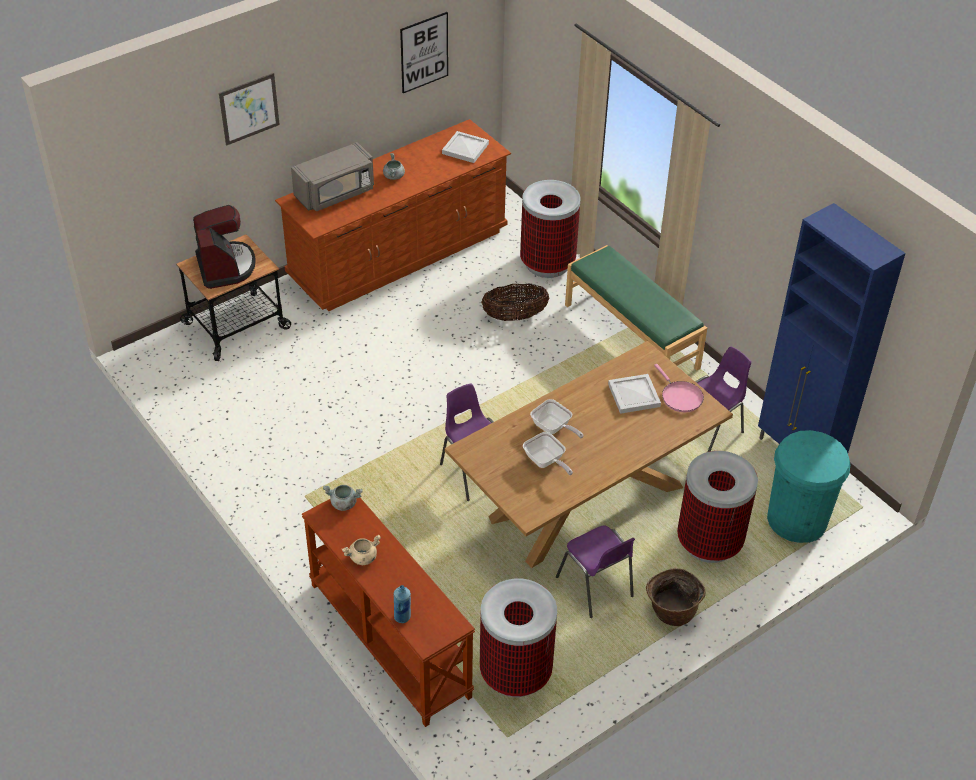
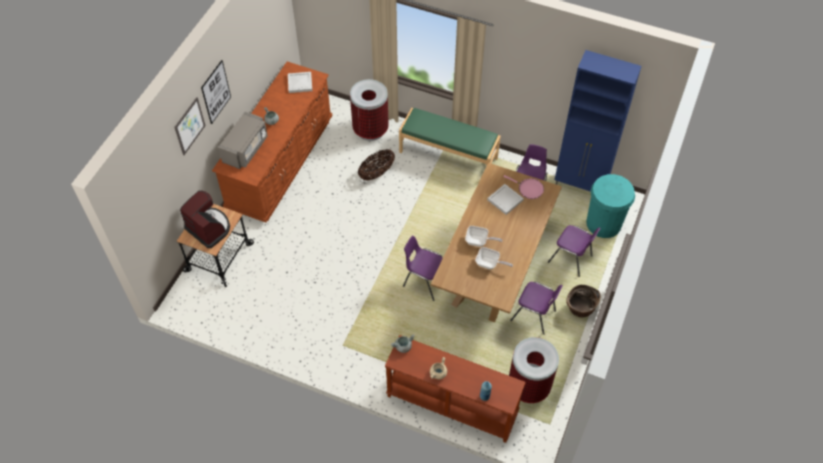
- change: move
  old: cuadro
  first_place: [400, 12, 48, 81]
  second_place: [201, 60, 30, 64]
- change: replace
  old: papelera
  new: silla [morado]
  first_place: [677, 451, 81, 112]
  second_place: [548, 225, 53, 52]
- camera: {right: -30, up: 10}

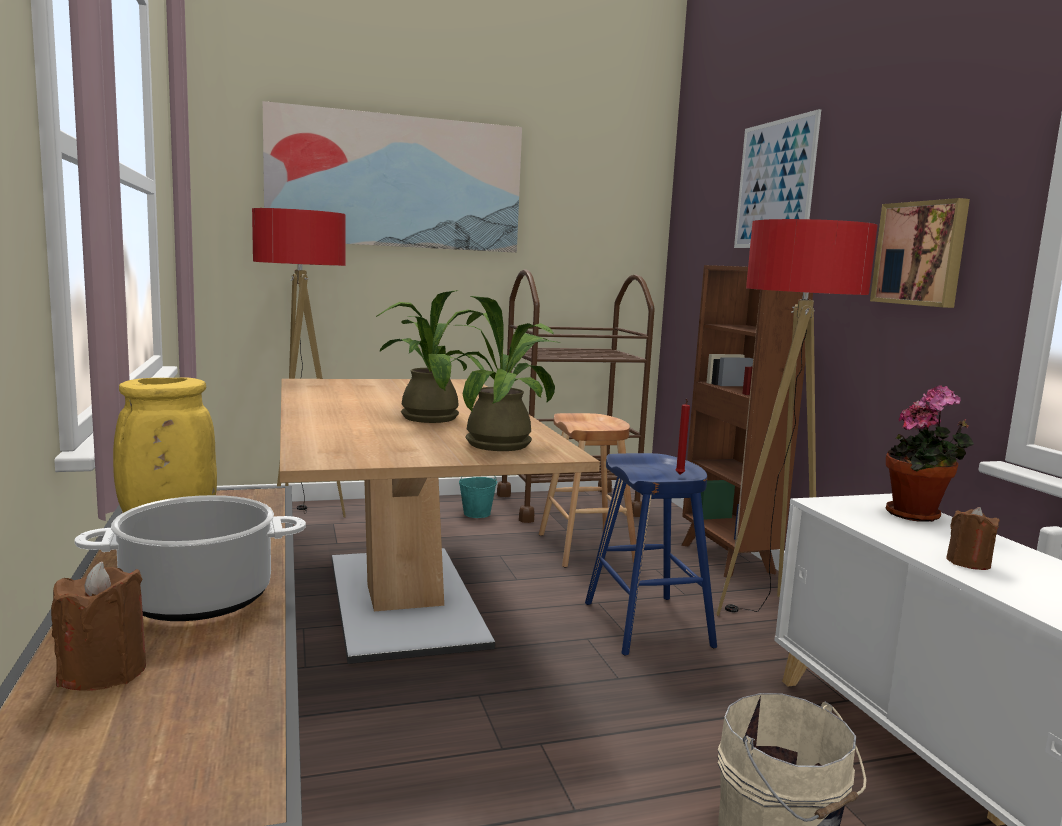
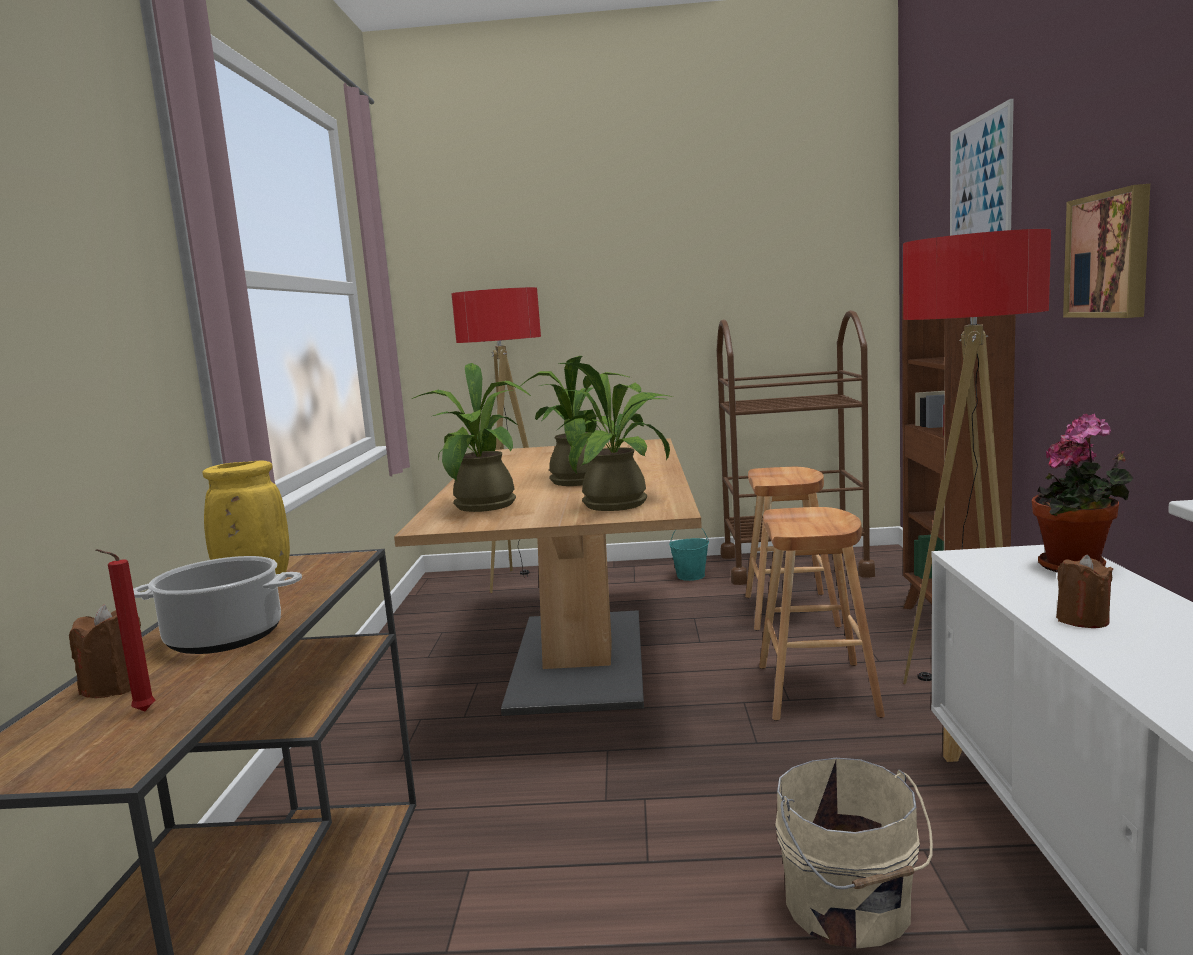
- change: delete
  old: cuadro
  first_place: [263, 101, 259, 152]
- change: move
  old: vela [rojo]
  first_place: [676, 399, 14, 76]
  second_place: [96, 549, 59, 162]
- change: recolor
  old: taburete [azul]
  new: taburete [marrón]
  first_place: [585, 453, 132, 203]
  second_place: [759, 507, 126, 214]
- change: insert
  new: planta en maceta
  second_place: [412, 363, 119, 149]
- camera: {right: 20, up: 0}

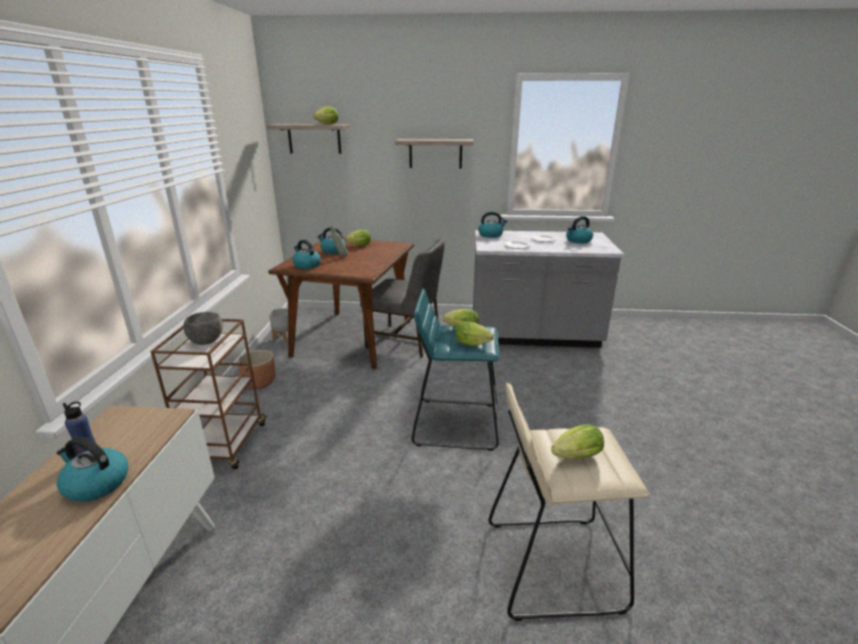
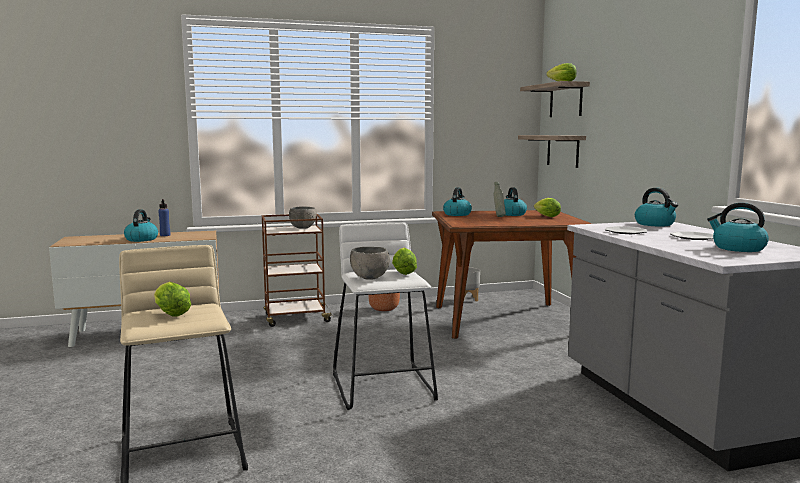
- change: move
  old: estante
  first_place: [395, 139, 78, 30]
  second_place: [518, 135, 68, 33]
- change: delete
  old: silla [gris]
  first_place: [360, 239, 85, 119]
- change: recolor
  old: taburete [turquesa]
  new: taburete [blanco]
  first_place: [412, 289, 87, 162]
  second_place: [333, 222, 105, 188]
- change: replace
  old: lechuga
  new: cuenco [gris]
  first_place: [455, 321, 39, 25]
  second_place: [350, 247, 40, 33]
- camera: {right: 70, up: -15}

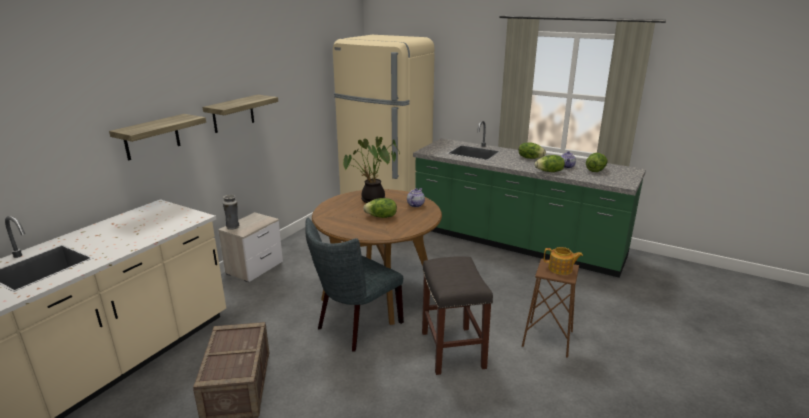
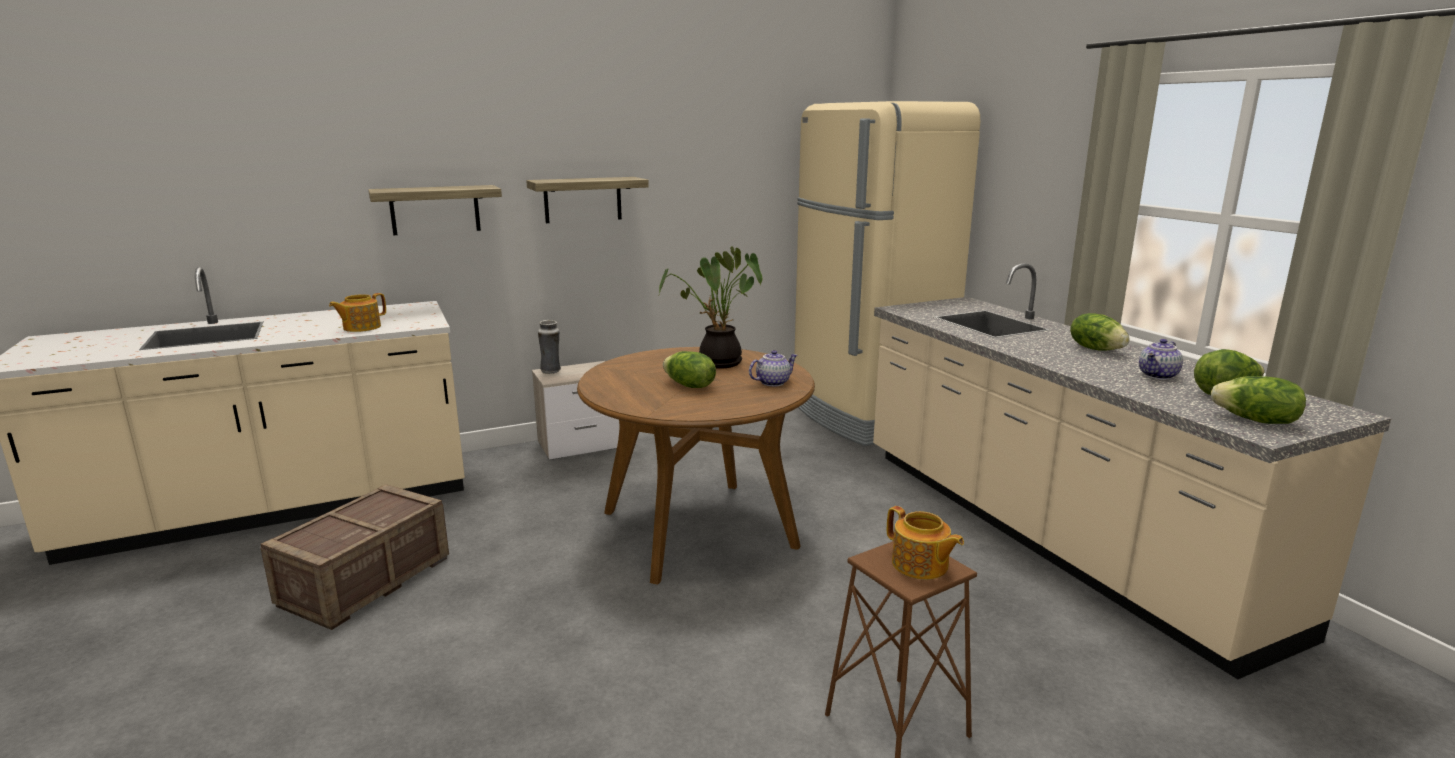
- change: recolor
  old: mueble bajo de cocina [verde]
  new: mueble bajo de cocina [beis]
  first_place: [413, 121, 233, 157]
  second_place: [873, 263, 519, 416]
- change: move
  old: lechuga
  first_place: [535, 155, 30, 17]
  second_place: [1211, 376, 95, 48]
- change: delete
  old: silla [gris]
  first_place: [305, 218, 99, 133]
- change: delete
  old: taburete [gris]
  first_place: [422, 256, 71, 119]
- change: insert
  new: tetera
  second_place: [329, 293, 57, 39]
- camera: {right: 35, up: -5}

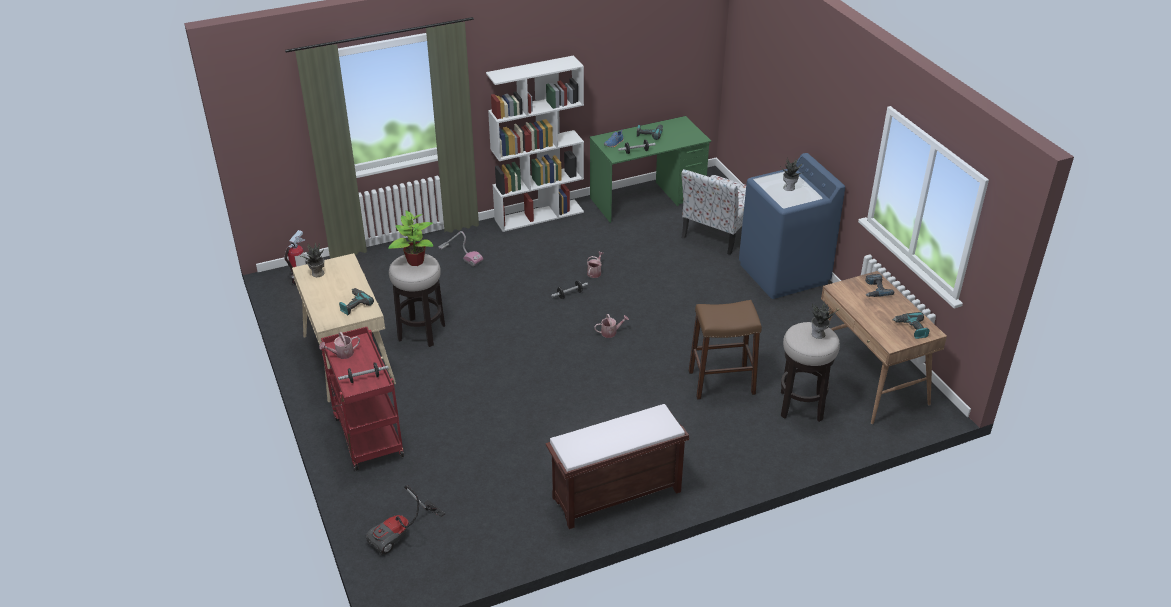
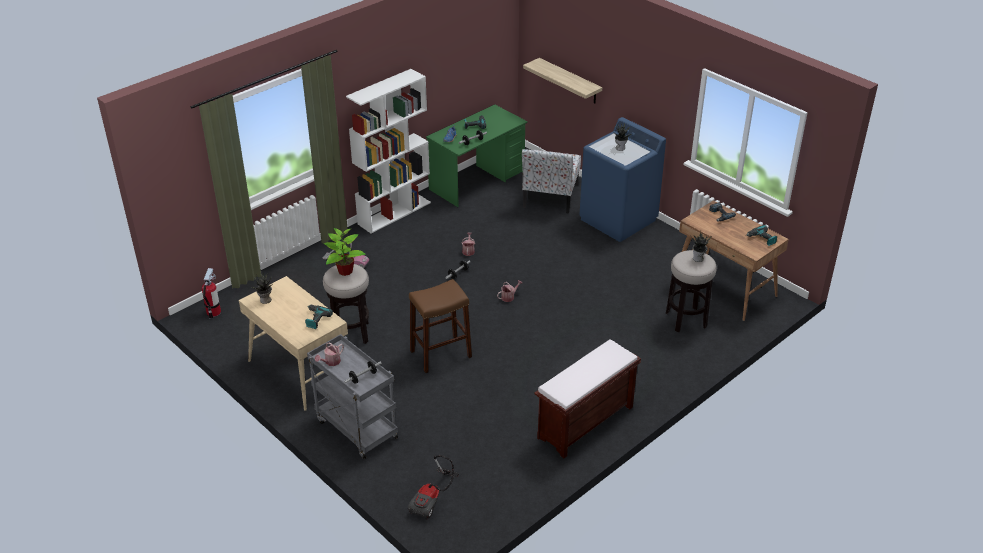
- change: move
  old: taburete [marrón]
  first_place: [689, 300, 73, 100]
  second_place: [409, 279, 63, 94]
- change: recolor
  old: carrito [rojo]
  new: carrito [gris]
  first_place: [320, 327, 84, 144]
  second_place: [307, 334, 91, 126]
- change: insert
  new: estante
  second_place: [523, 58, 79, 45]
- camera: {right: -20, up: 0}

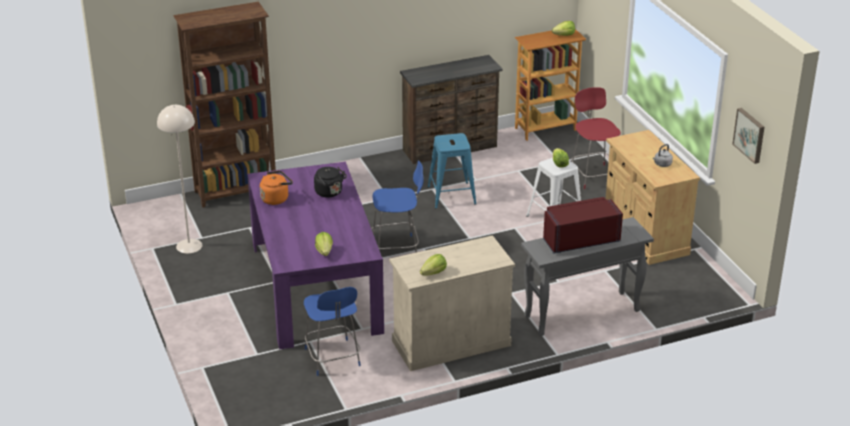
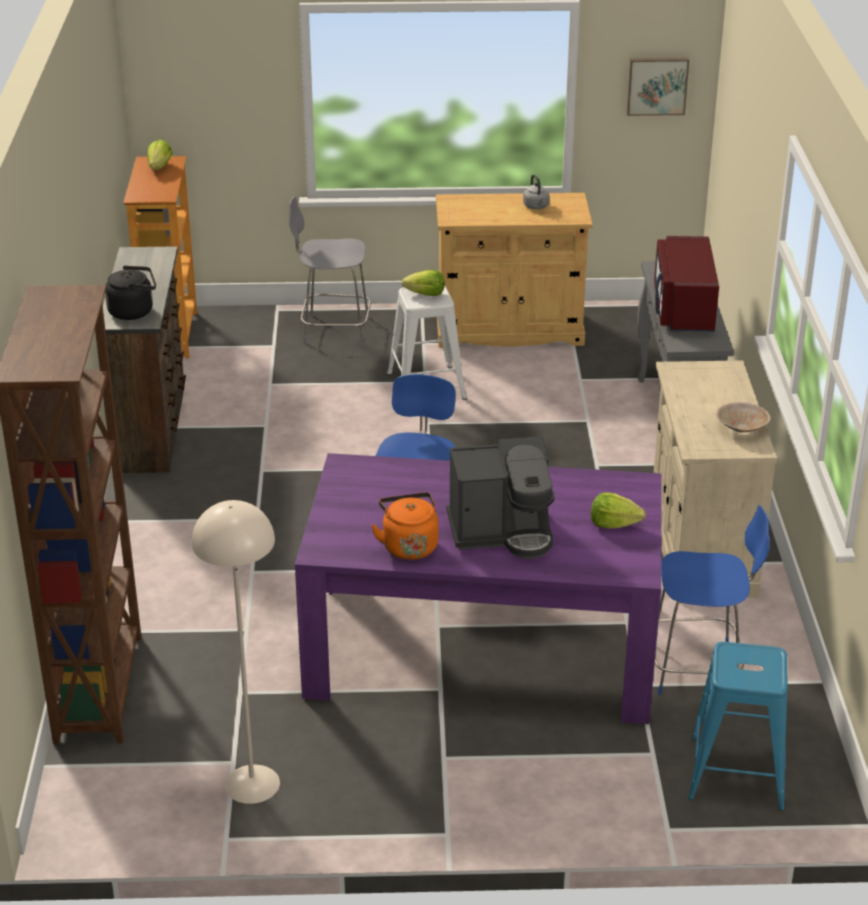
- change: recolor
  old: silla [rojo]
  new: silla [gris]
  first_place: [571, 87, 50, 102]
  second_place: [289, 196, 82, 149]
- change: move
  old: taburete [azul]
  first_place: [428, 133, 49, 75]
  second_place: [688, 642, 99, 169]
- change: move
  old: hervidor [negro]
  first_place: [314, 167, 33, 31]
  second_place: [105, 266, 51, 54]
- change: replace
  old: lechuga
  new: cuenco [beis]
  first_place: [420, 254, 27, 21]
  second_place: [716, 402, 55, 30]
- change: insert
  new: cafetera
  second_place: [447, 436, 108, 123]
- camera: {right: -70, up: 0}

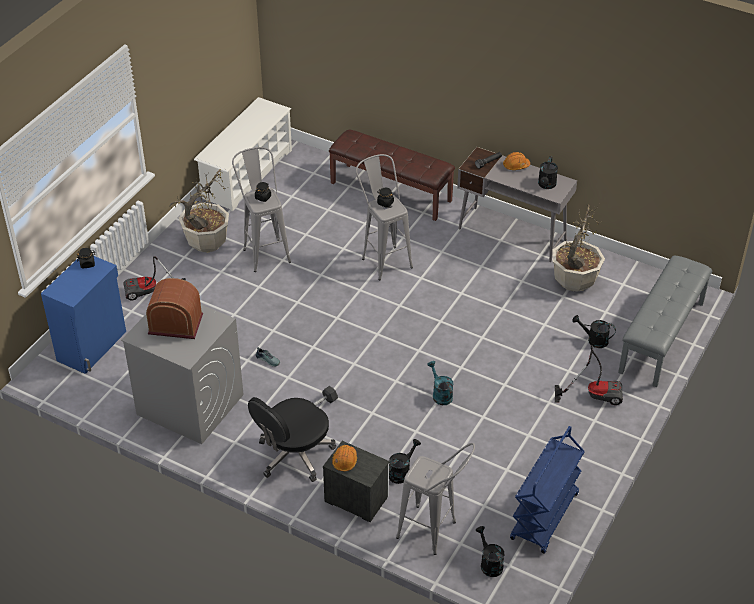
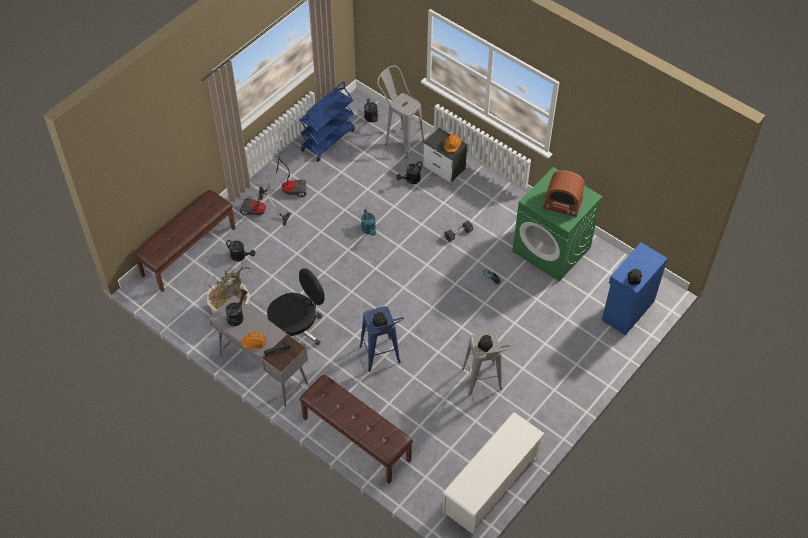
- change: recolor
  old: taburete [gris]
  new: taburete [azul]
  first_place: [356, 154, 57, 126]
  second_place: [359, 306, 45, 66]
- change: delete
  old: planta en maceta
  first_place: [169, 169, 60, 83]
- change: recolor
  old: banco [gris]
  new: banco [marrón]
  first_place: [618, 255, 94, 133]
  second_place: [133, 190, 103, 102]
- change: move
  old: aspiradora
  first_place: [124, 256, 62, 44]
  second_place: [259, 157, 48, 43]
- change: recolor
  old: lavadora [gris]
  new: lavadora [verde]
  first_place: [121, 305, 122, 139]
  second_place: [512, 167, 91, 114]
- change: move
  old: silla de oficina [negro]
  first_place: [248, 397, 88, 85]
  second_place: [267, 268, 58, 77]
- camera: {right: -170, up: 10}

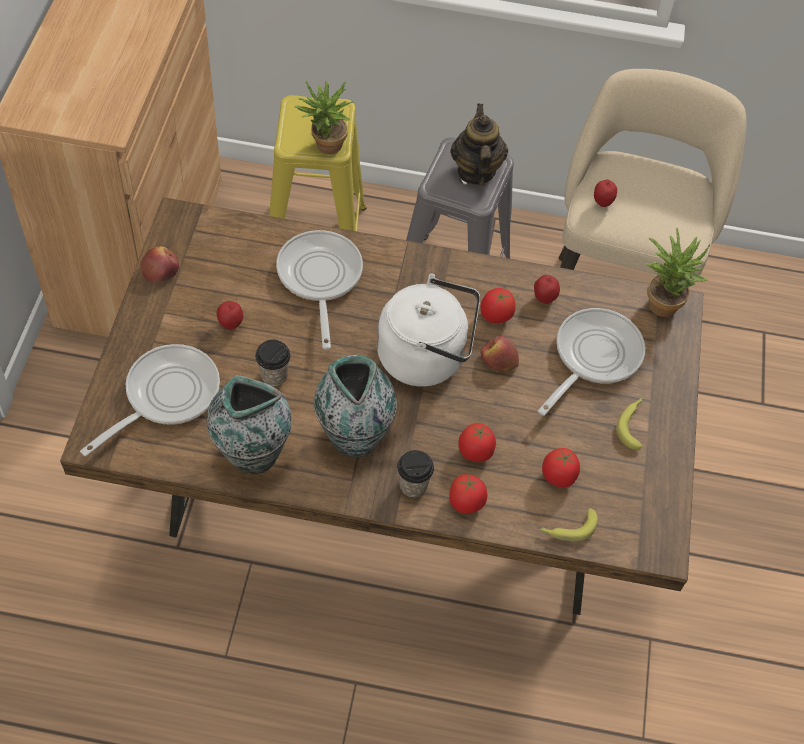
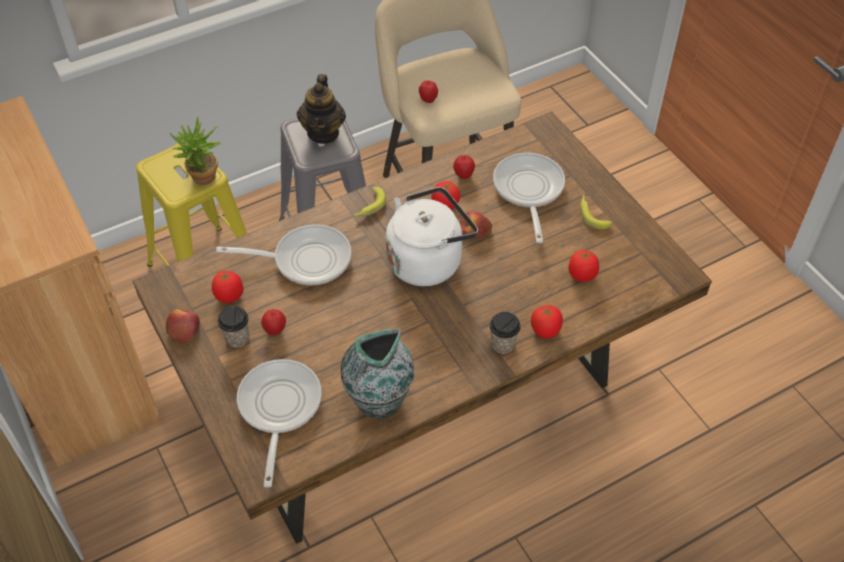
- change: rotate
  old: tetera
  first_place: [450, 104, 58, 82]
  second_place: [297, 74, 49, 70]
  degrees: -135
- change: delete
  old: planta en maceta
  first_place: [645, 228, 65, 89]
- change: rotate
  old: sartén
  first_place: [276, 230, 87, 119]
  second_place: [216, 224, 135, 62]
  degrees: 135
- change: move
  old: taza
  first_place: [255, 339, 36, 47]
  second_place: [217, 306, 32, 42]
- change: delete
  old: florero
  first_place: [314, 354, 83, 103]
- change: move
  old: tomate
  first_place: [458, 423, 38, 39]
  second_place: [212, 270, 31, 33]
- change: move
  old: plátano
  first_place: [539, 508, 59, 33]
  second_place: [354, 187, 32, 30]
- camera: {right: -35, up: -5}

